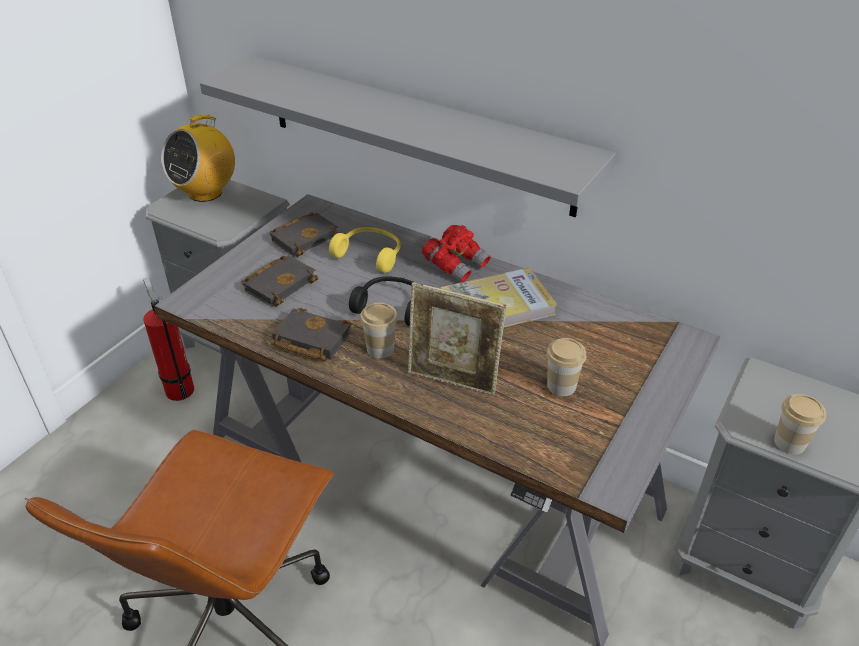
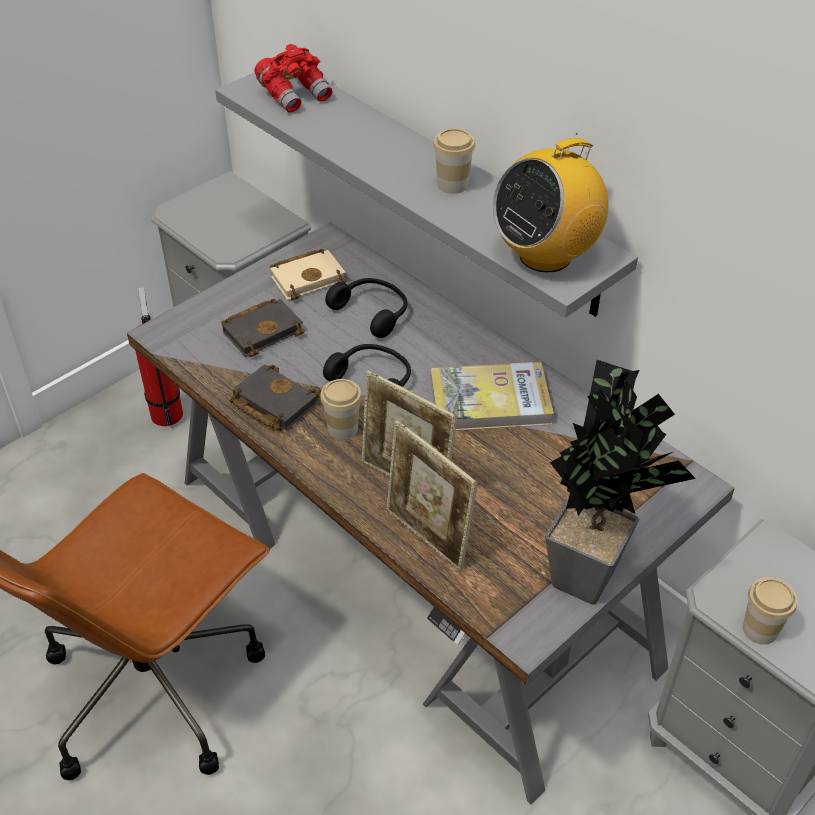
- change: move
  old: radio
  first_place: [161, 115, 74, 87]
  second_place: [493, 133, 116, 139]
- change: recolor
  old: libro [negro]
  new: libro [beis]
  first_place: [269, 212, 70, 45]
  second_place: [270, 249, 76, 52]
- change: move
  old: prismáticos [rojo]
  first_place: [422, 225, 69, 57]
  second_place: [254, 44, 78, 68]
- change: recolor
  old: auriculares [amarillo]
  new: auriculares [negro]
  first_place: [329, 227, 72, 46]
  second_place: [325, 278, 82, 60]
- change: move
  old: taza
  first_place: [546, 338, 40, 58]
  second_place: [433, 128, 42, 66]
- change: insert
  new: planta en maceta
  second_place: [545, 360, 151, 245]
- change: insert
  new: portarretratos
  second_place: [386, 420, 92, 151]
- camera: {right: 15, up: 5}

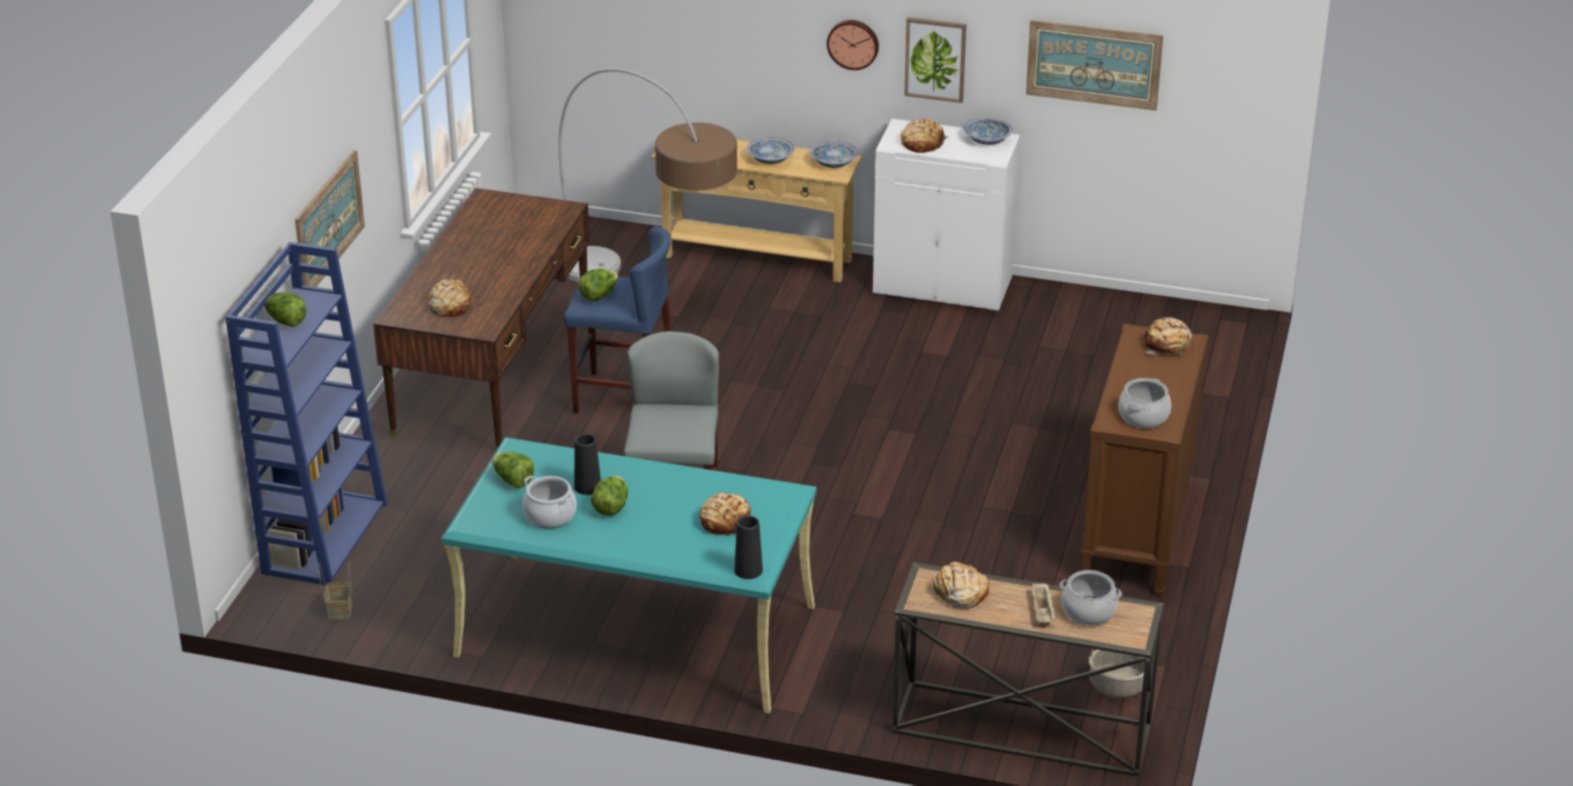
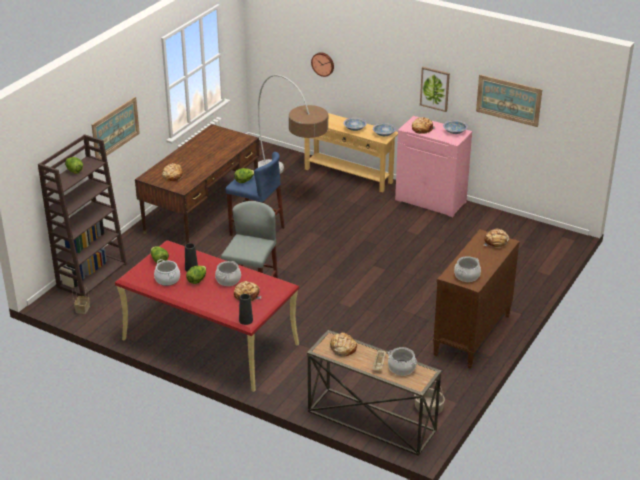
- change: move
  old: reloj de pared
  first_place: [827, 20, 52, 50]
  second_place: [311, 52, 23, 25]
- change: recolor
  old: armario [blanco]
  new: armario [rosa]
  first_place: [873, 119, 147, 193]
  second_place: [395, 116, 77, 101]
- change: recolor
  old: estantería [azul]
  new: estantería [marrón]
  first_place: [226, 242, 162, 343]
  second_place: [38, 134, 89, 163]
- change: recolor
  old: escritorio [turquesa]
  new: escritorio [rojo]
  first_place: [441, 437, 376, 276]
  second_place: [115, 240, 184, 152]
- change: insert
  new: olla
  second_place: [215, 261, 26, 25]
- camera: {right: 15, up: 0}

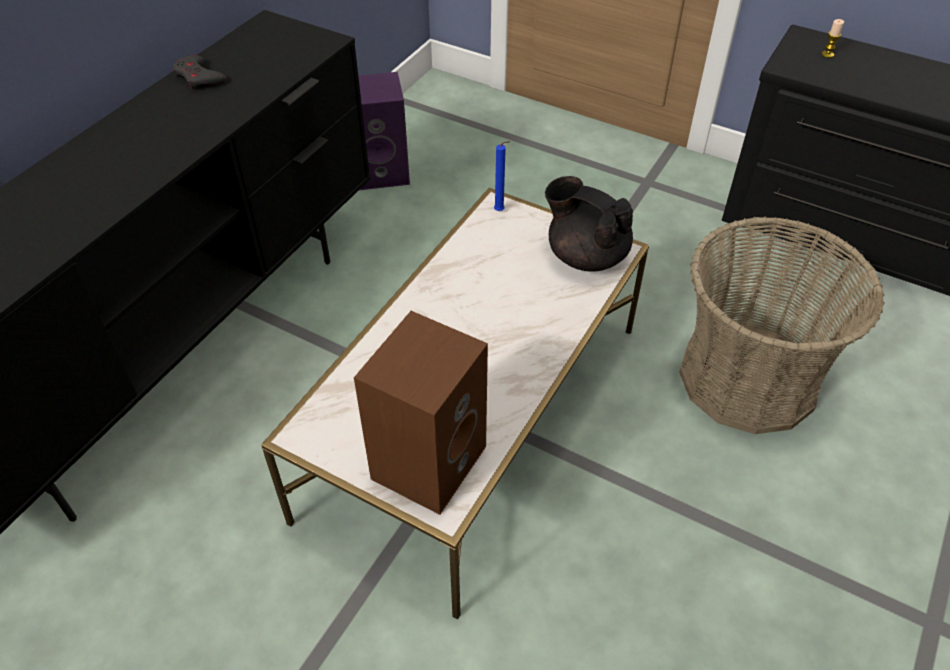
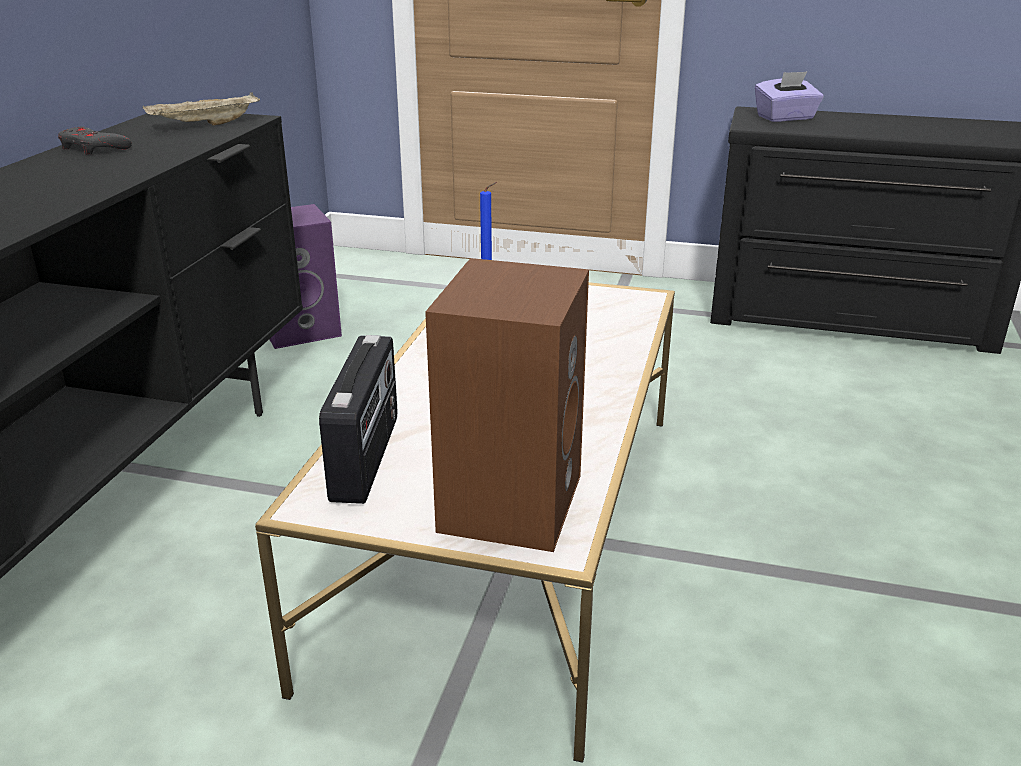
- change: replace
  old: vela
  new: caja de pañuelos [morado]
  first_place: [822, 19, 22, 39]
  second_place: [755, 71, 69, 51]
- change: delete
  old: tetera [negro]
  first_place: [545, 176, 88, 96]
- change: delete
  old: cesta
  first_place: [679, 216, 206, 218]
- change: insert
  new: bandeja [beis]
  second_place: [143, 92, 117, 33]
- change: insert
  new: radio
  second_place: [319, 335, 78, 169]
- camera: {right: -15, up: -20}

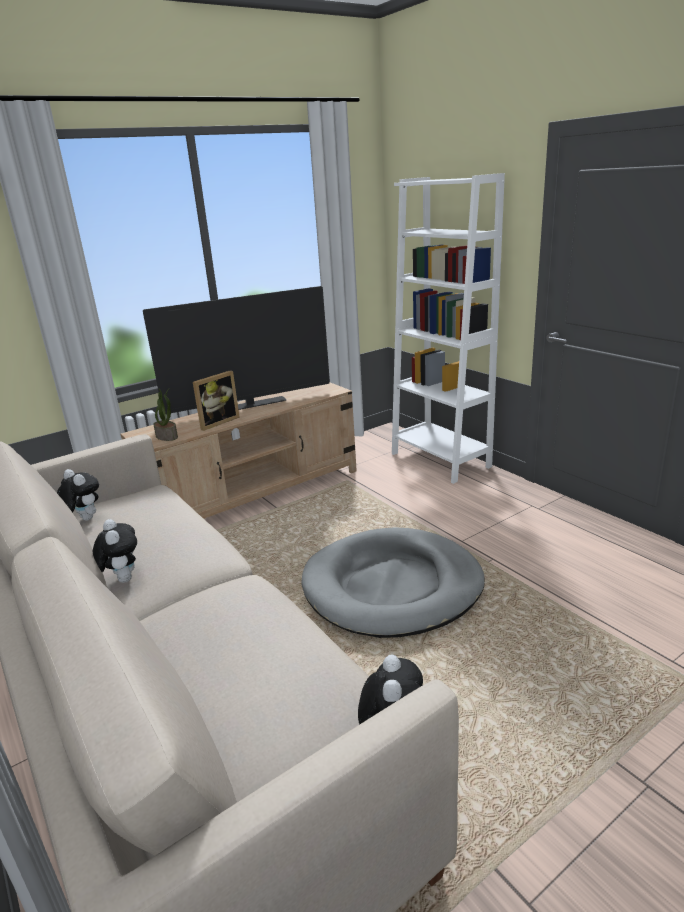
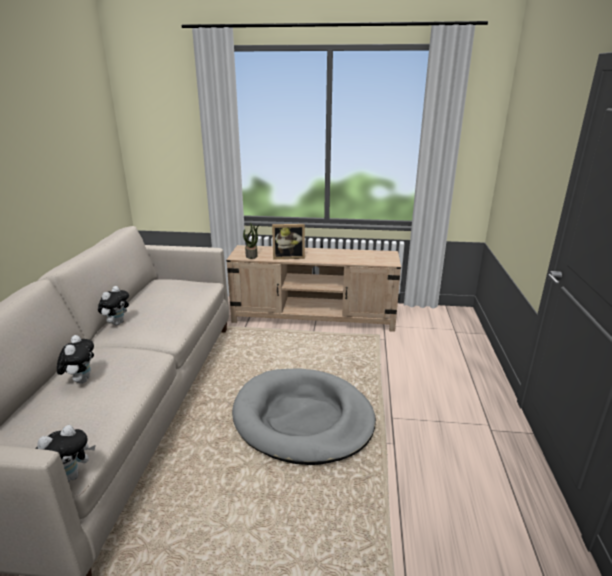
- change: delete
  old: estantería [blanco]
  first_place: [392, 173, 113, 311]
- change: delete
  old: televisor
  first_place: [143, 286, 187, 128]
- change: move
  old: peluche
  first_place: [57, 469, 42, 52]
  second_place: [57, 335, 37, 49]
- camera: {right: 40, up: 0}

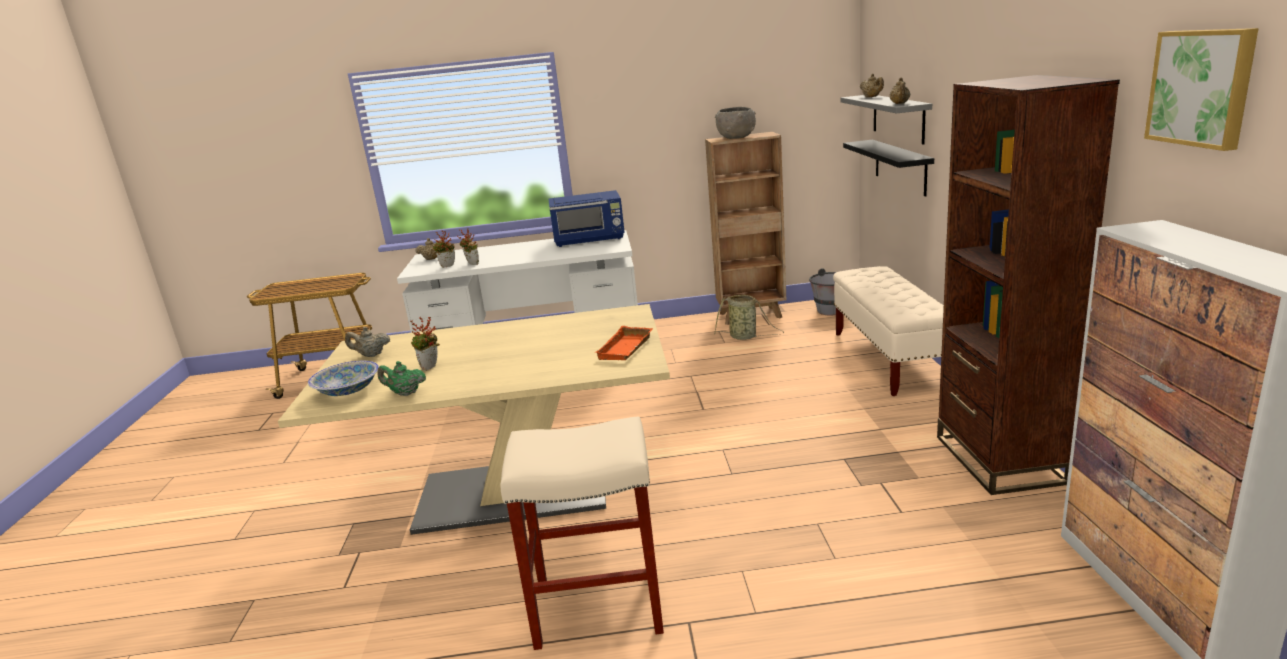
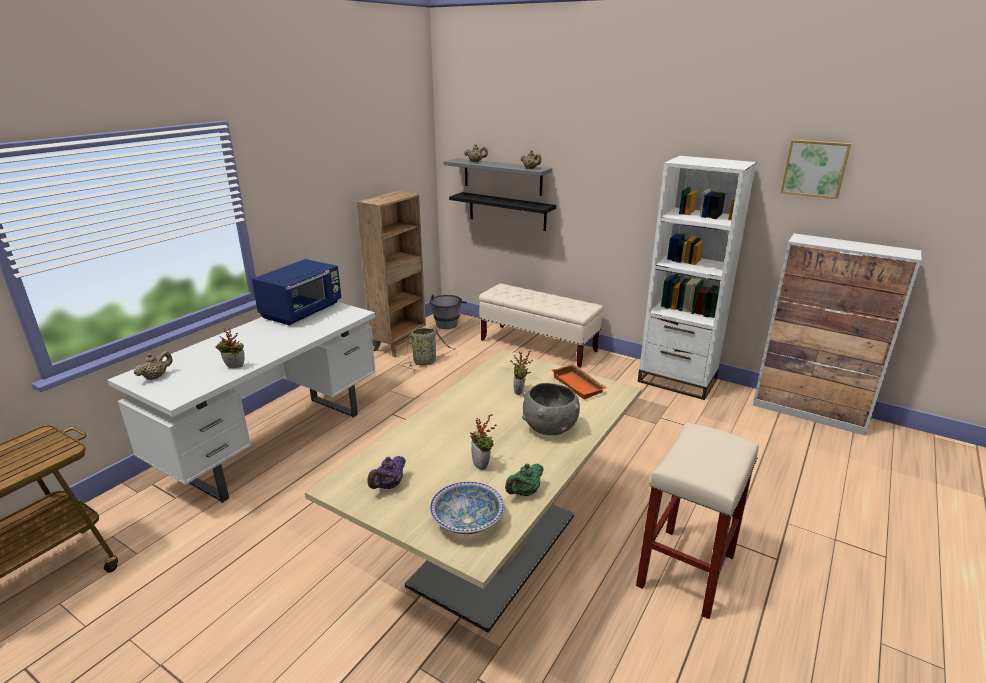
- change: recolor
  old: estantería [marrón]
  new: estantería [blanco]
  first_place: [937, 75, 183, 420]
  second_place: [638, 156, 118, 244]
- change: move
  old: cuenco [gris]
  first_place: [715, 107, 41, 32]
  second_place: [522, 383, 58, 52]
- change: move
  old: planta en maceta
  first_place: [433, 231, 22, 37]
  second_place: [510, 351, 23, 44]
- change: recolor
  old: tetera [beis]
  new: tetera [morado]
  first_place: [345, 327, 45, 30]
  second_place: [367, 456, 39, 33]
- camera: {right: -55, up: 5}

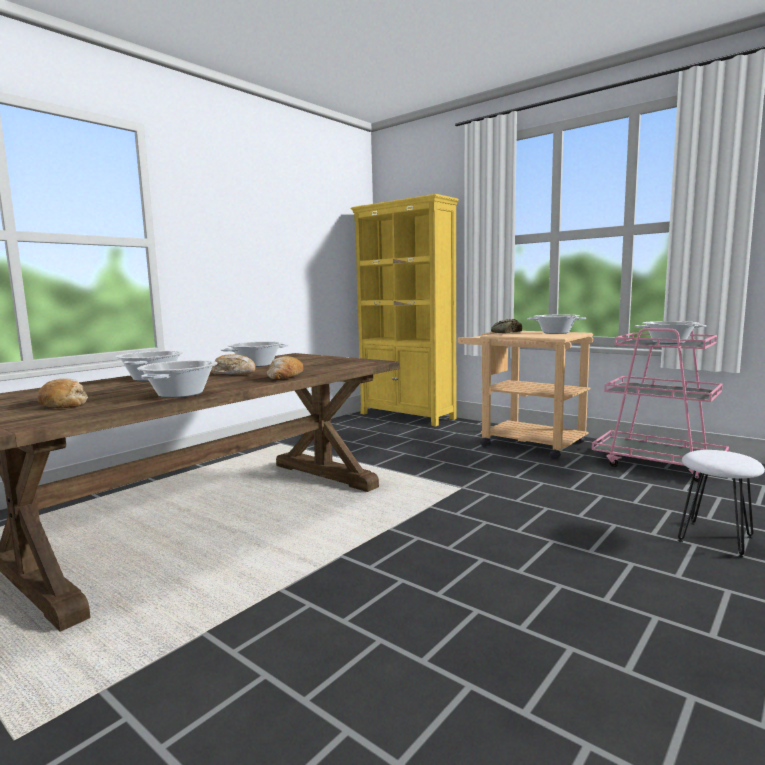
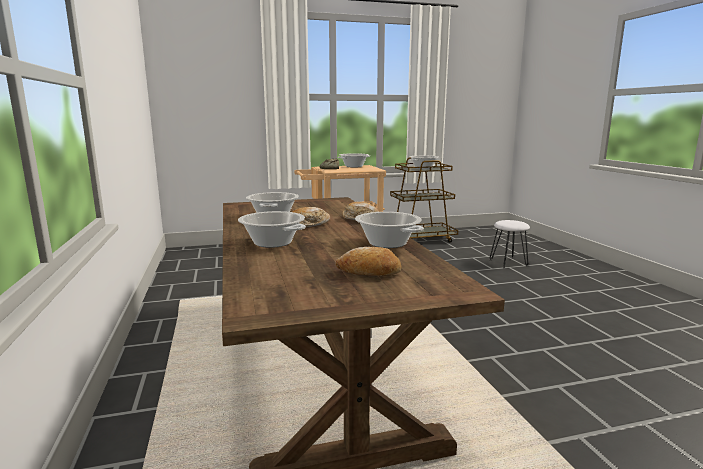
- change: delete
  old: estantería [amarillo]
  first_place: [351, 194, 108, 233]
- change: recolor
  old: carrito [rosa]
  new: carrito [marrón]
  first_place: [592, 328, 137, 154]
  second_place: [390, 158, 68, 85]
- camera: {right: -55, up: 5}

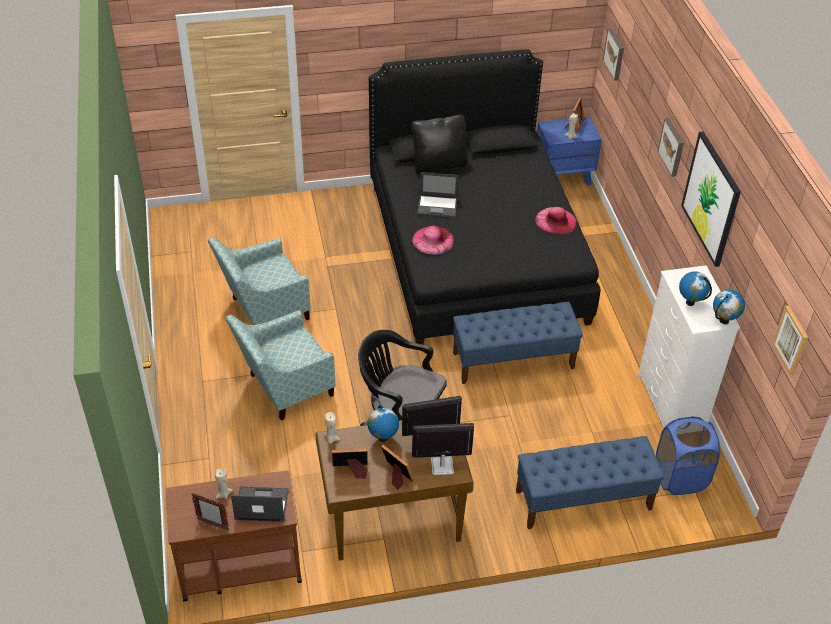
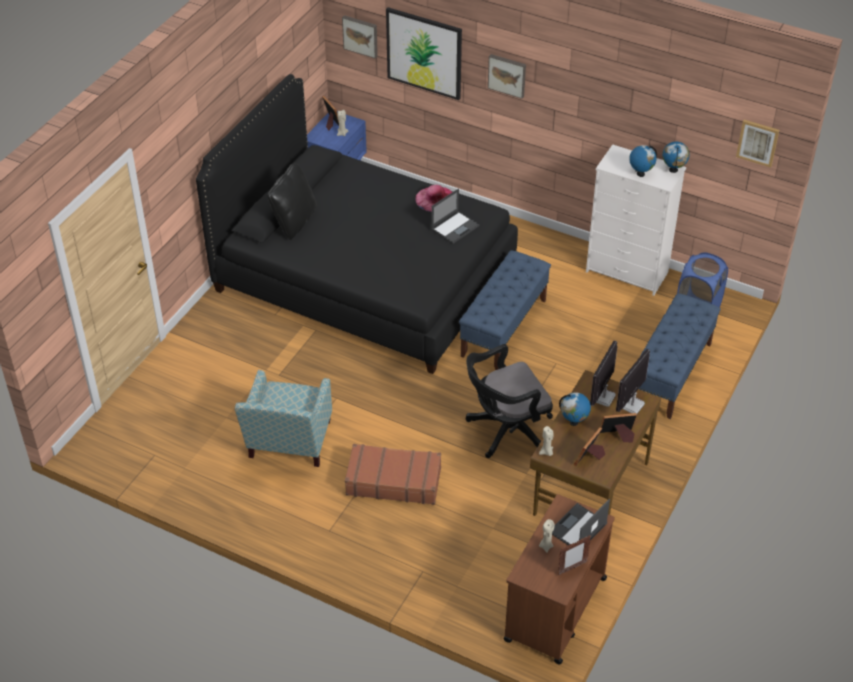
- change: move
  old: cuadro
  first_place: [681, 132, 60, 135]
  second_place: [386, 7, 76, 93]
- change: move
  old: portátil
  first_place: [417, 172, 42, 46]
  second_place: [431, 188, 49, 56]
- change: delete
  old: sombrero [rosa]
  first_place: [412, 225, 42, 30]
- change: replace
  old: sillón
  new: maleta [marrón]
  first_place: [225, 310, 110, 110]
  second_place: [345, 444, 96, 61]
- camera: {right: -50, up: 0}

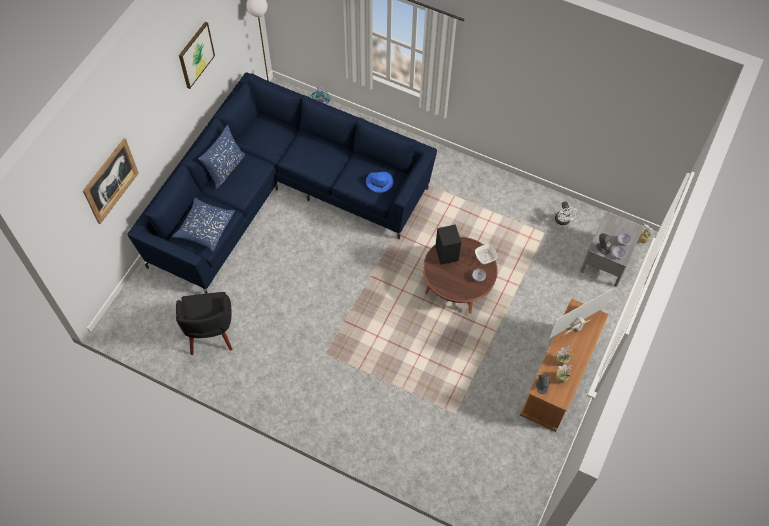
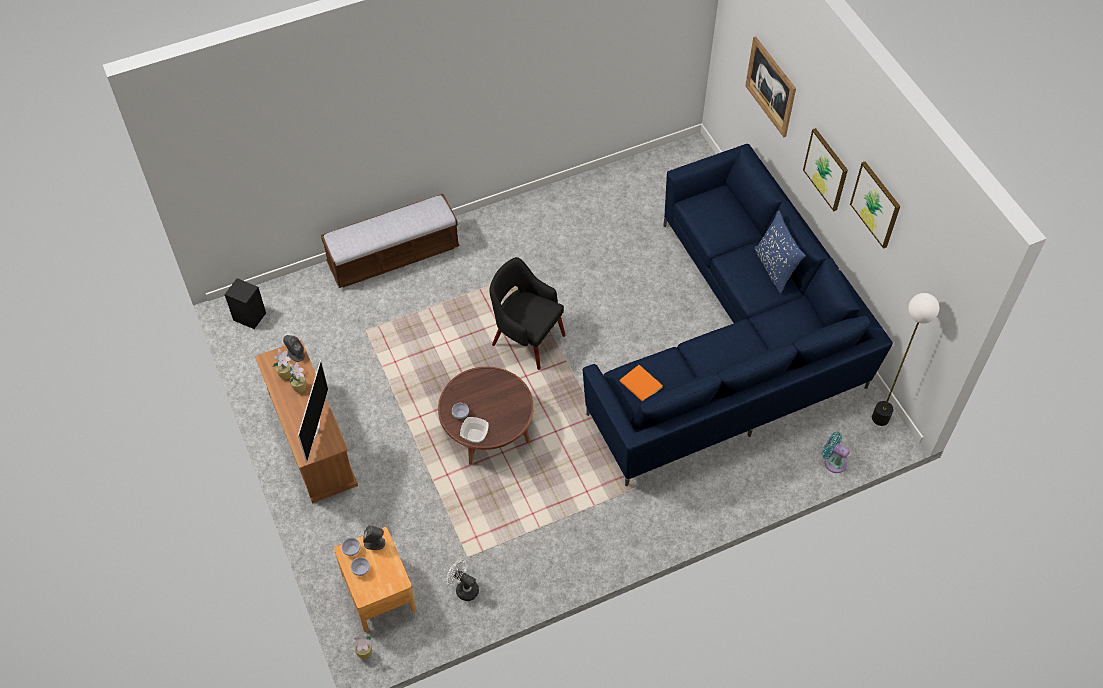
- change: replace
  old: sombrero [azul]
  new: libro [naranja]
  first_place: [366, 171, 28, 22]
  second_place: [620, 365, 43, 36]
- change: delete
  old: cojín [azul]
  first_place: [172, 198, 63, 53]
- change: recolor
  old: mesita de noche [gris]
  new: mesita de noche [marrón]
  first_place: [580, 212, 63, 75]
  second_place: [334, 527, 83, 105]
- change: move
  old: altavoz [negro]
  first_place: [435, 224, 26, 41]
  second_place: [224, 278, 42, 51]
- change: move
  old: sillón [negro]
  first_place: [176, 292, 56, 63]
  second_place: [489, 257, 77, 113]
- change: insert
  new: cuadro
  second_place: [803, 128, 45, 83]
- change: insert
  new: banco
  second_place: [321, 194, 139, 94]
- camera: {right: 130, up: -5}

